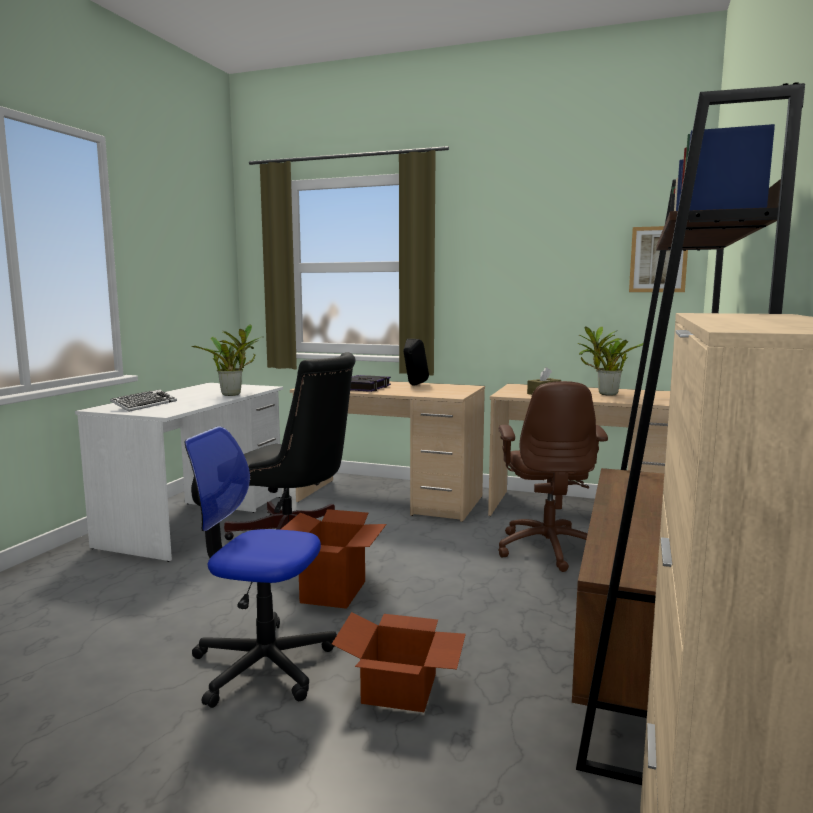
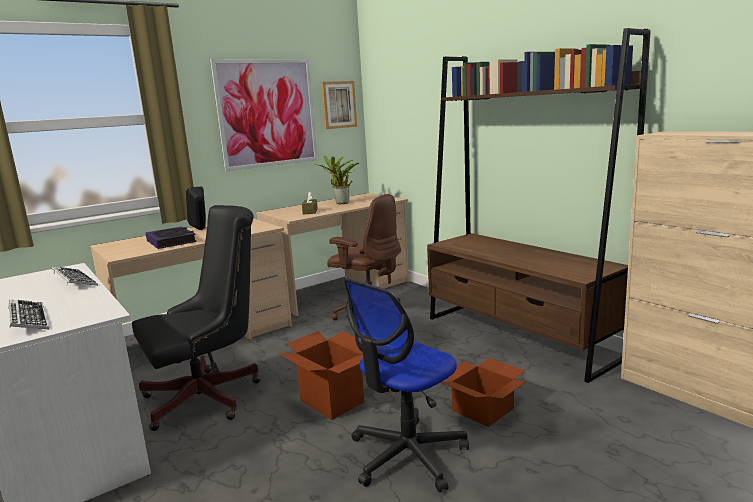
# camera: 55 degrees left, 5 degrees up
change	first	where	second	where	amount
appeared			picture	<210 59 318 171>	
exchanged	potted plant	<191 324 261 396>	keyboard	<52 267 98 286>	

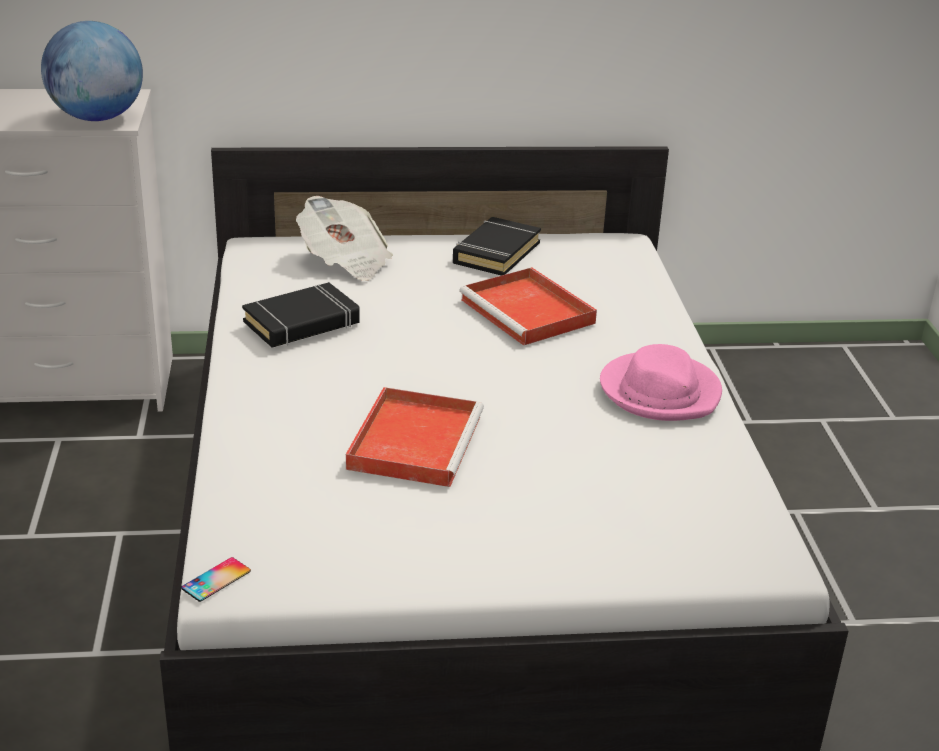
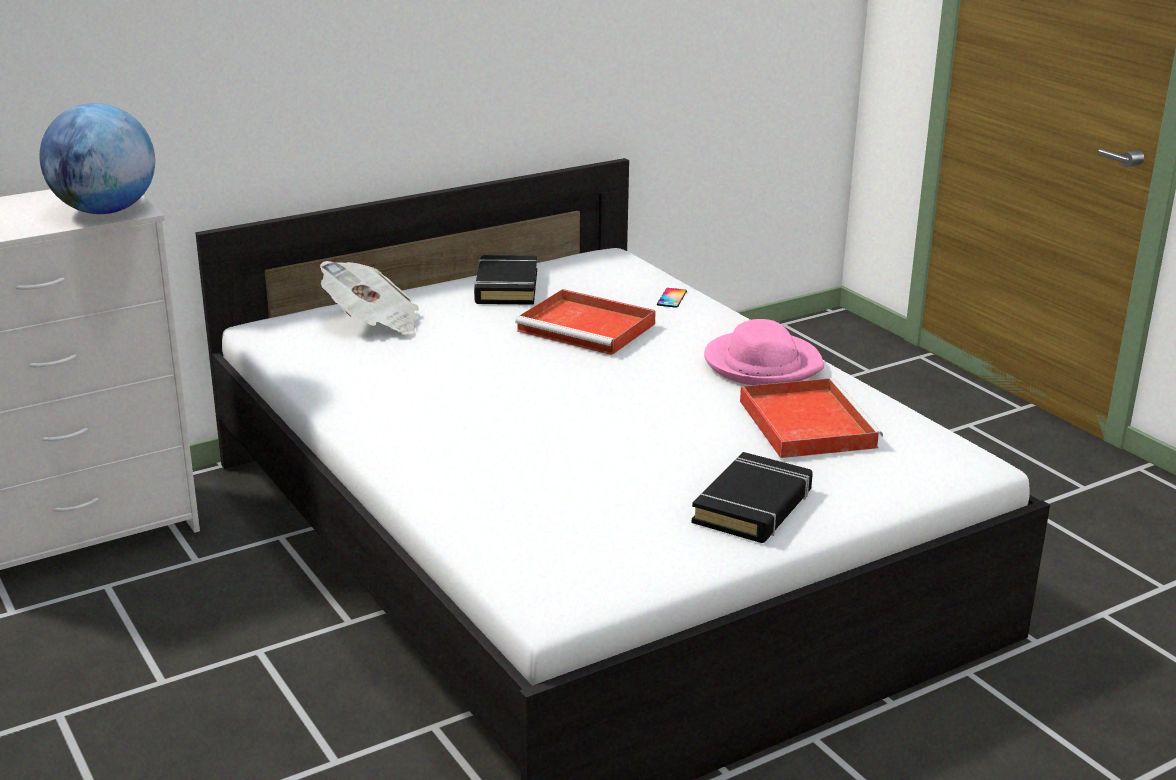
# camera: 25 degrees left, 5 degrees down
change	first	where	second	where	amount
relocated	phone	<181 557 251 602>		<657 288 687 308>	
relocated	black book	<242 282 360 347>		<692 452 813 543>	
relocated	red tray	<346 387 484 487>		<740 378 883 458>	

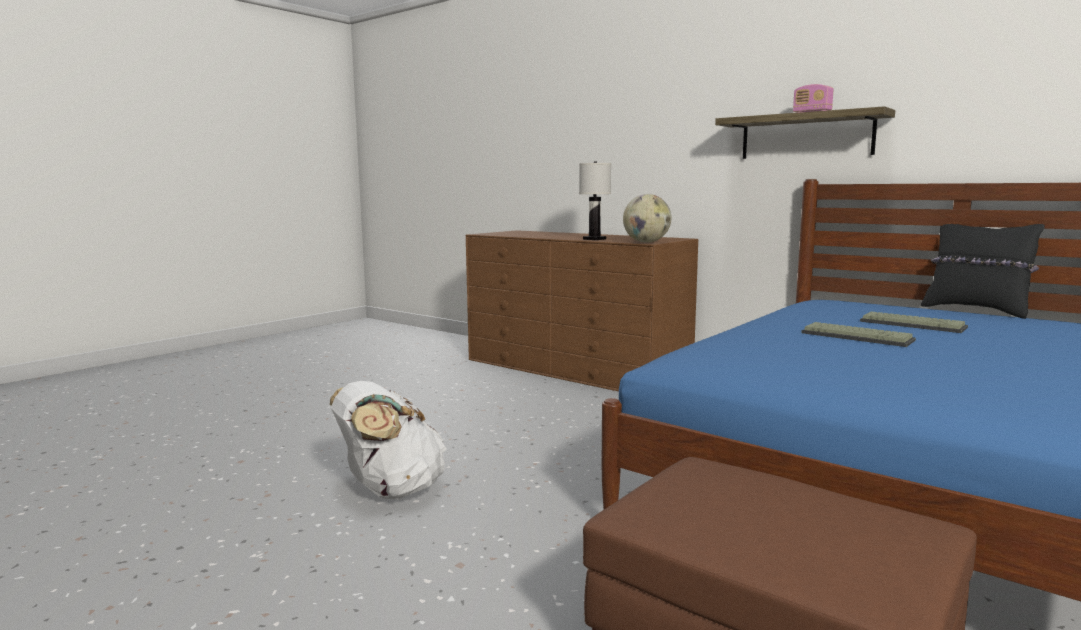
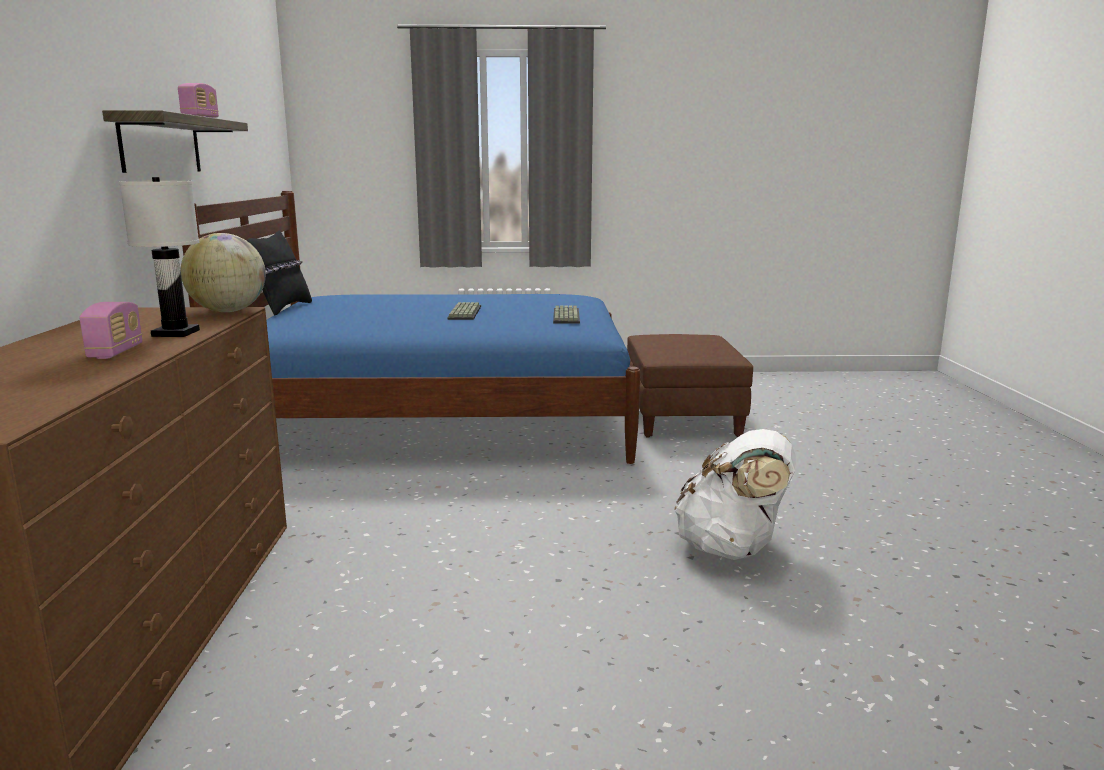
# camera: 130 degrees left, 5 degrees up
change	first	where	second	where	amount
appeared			radio	<79 302 143 359>	
relocated	keyboard	<860 311 968 333>		<553 305 580 324>	

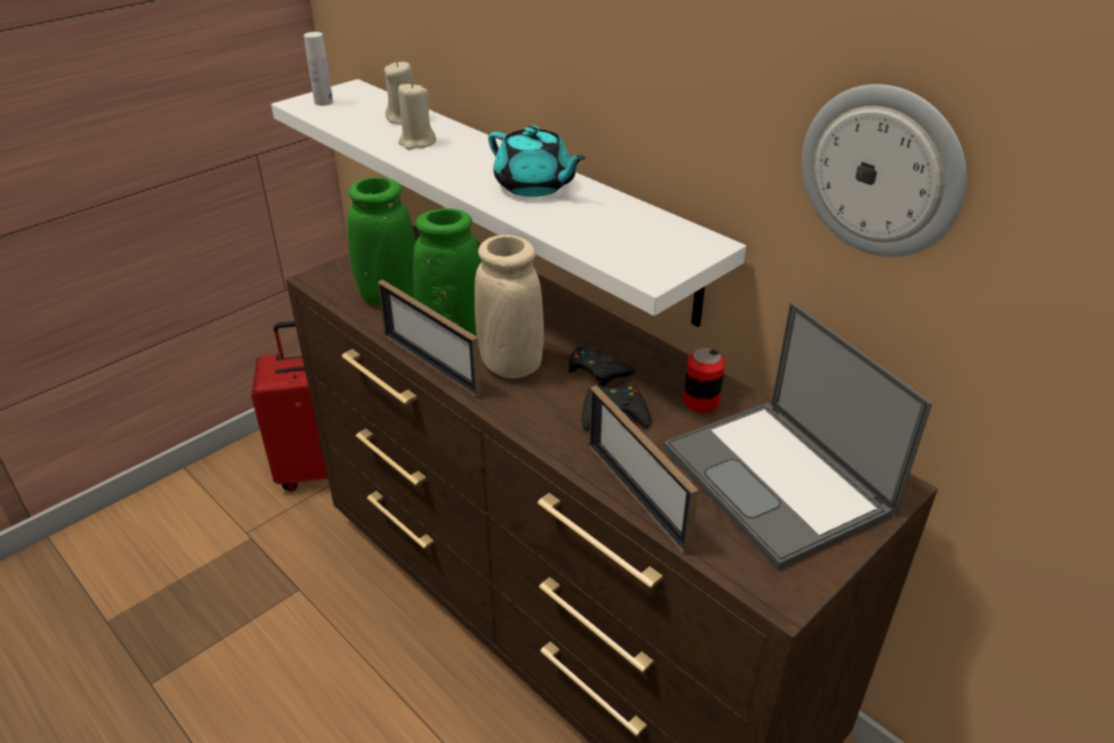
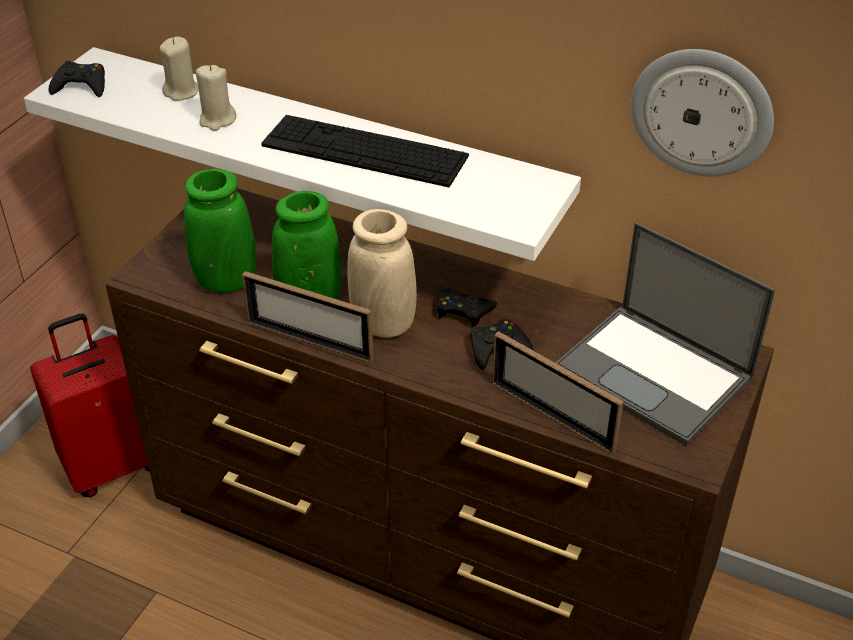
# camera: 20 degrees left, 5 degrees up
change	first	where	second	where	amount
missing	can	<683 348 725 413>			
exchanged	white bottle	<304 32 333 106>	black game controller	<48 61 105 97>	
exchanged	turquoise teapot	<488 125 586 197>	keyboard	<261 115 469 187>	

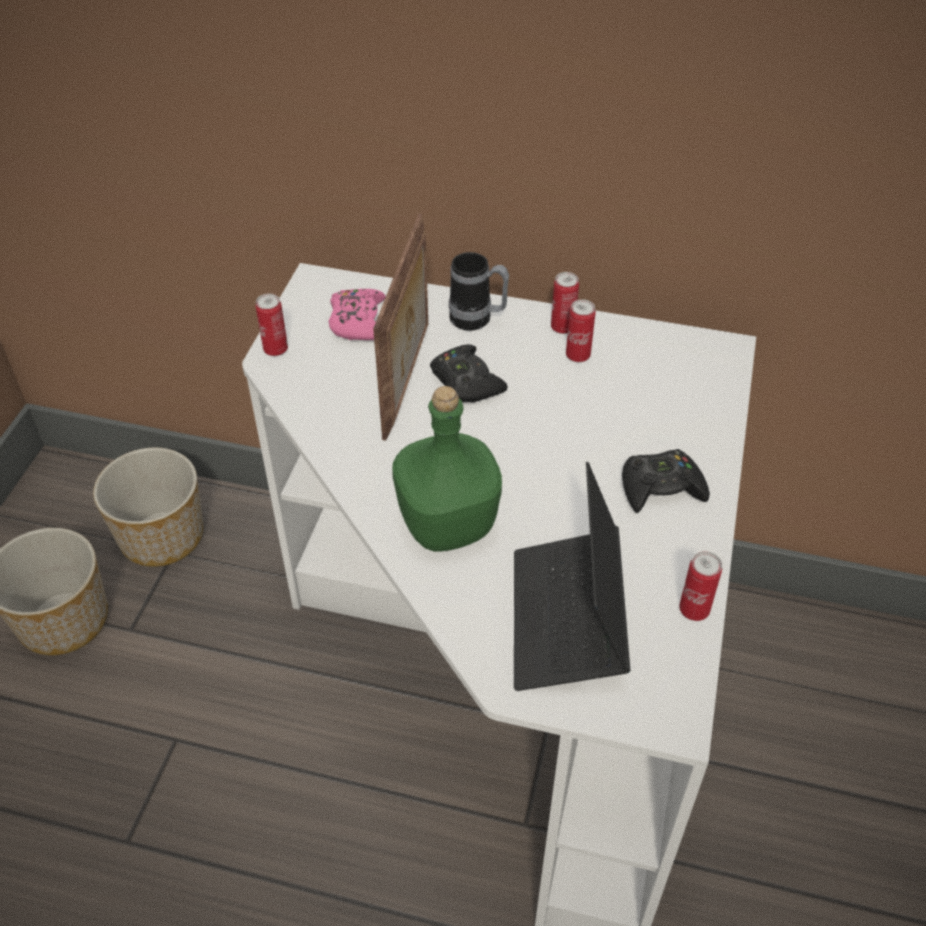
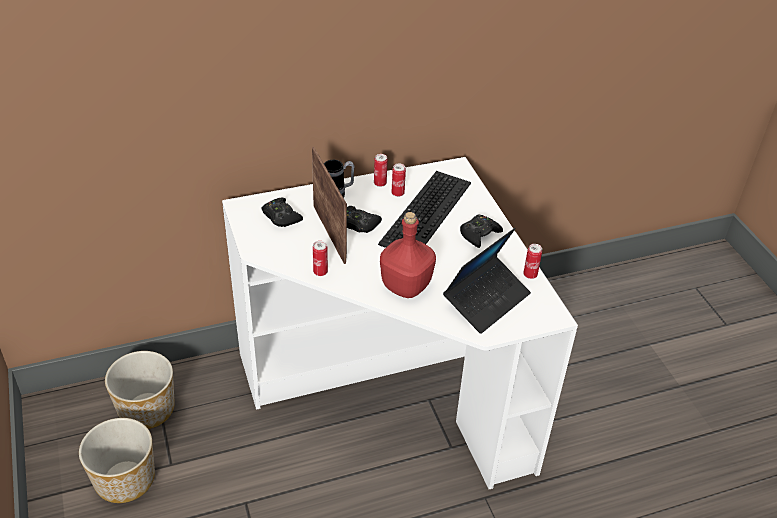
# camera: 35 degrees left, 5 degrees down
change	first	where	second	where	amount
appeared			keyboard	<378 171 471 248>	
relocated	can	<256 293 288 356>		<313 241 328 276>	
colour	pink game controller	<329 289 386 340>	black game controller	<261 198 303 227>	
colour	green bottle	<392 386 502 552>	red bottle	<380 212 436 298>	
spun	laptop	<514 462 630 691>		<443 228 531 334>	105 degrees counterclockwise

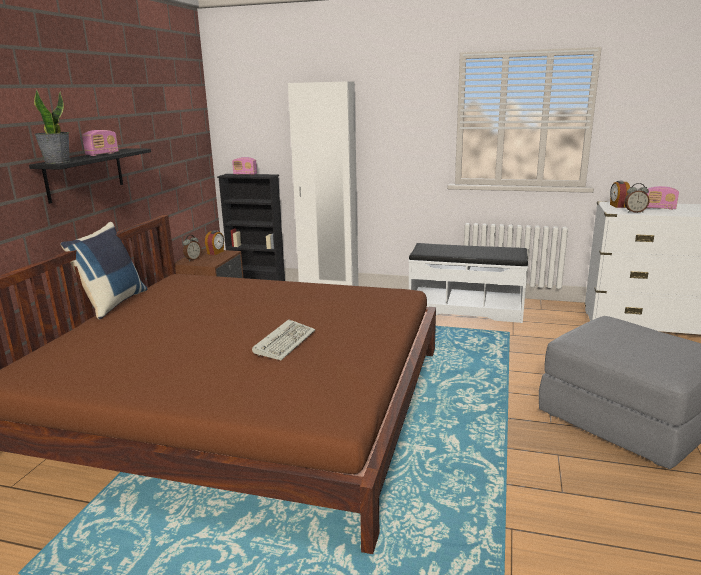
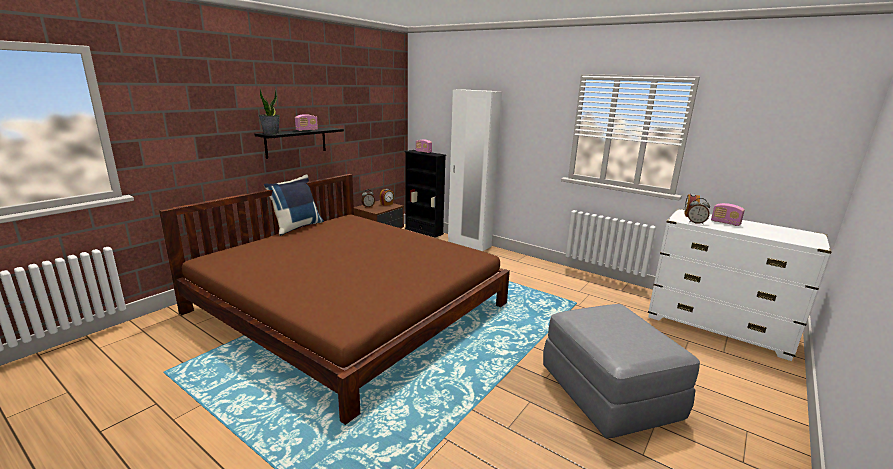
# camera: 20 degrees right, 0 degrees up
change	first	where	second	where	amount
missing	keyboard	<252 319 315 360>			
missing	white bench	<408 243 528 323>			

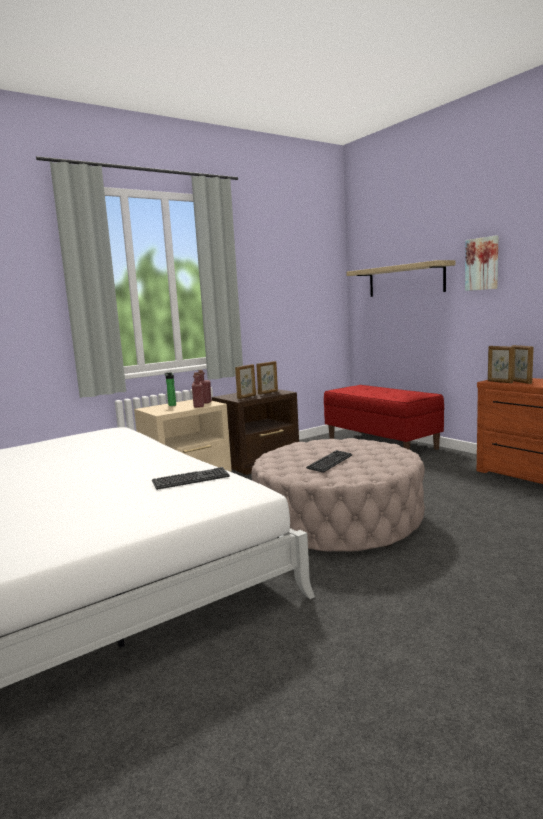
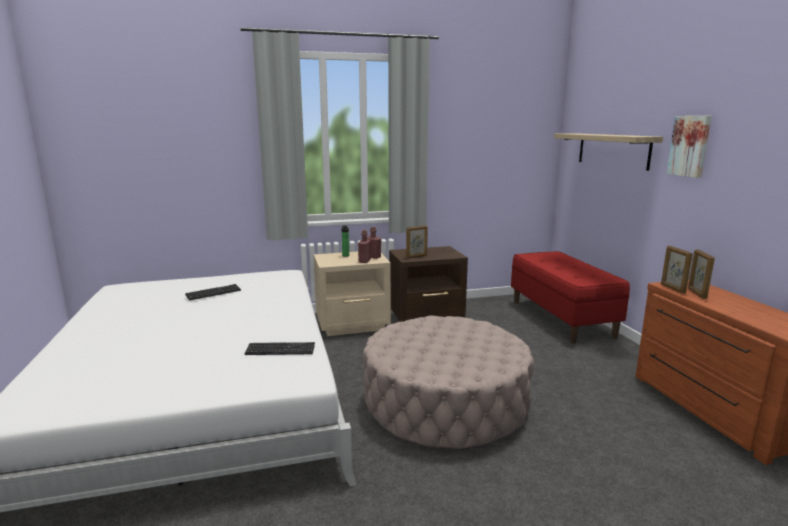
# camera: 20 degrees right, 5 degrees up
change	first	where	second	where	amount
missing	picture frame	<256 361 278 395>			
relocated	keyboard	<306 450 352 473>		<185 284 241 300>	

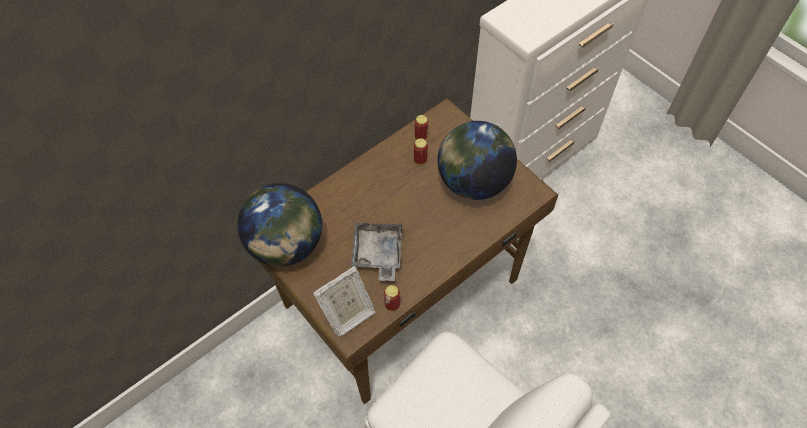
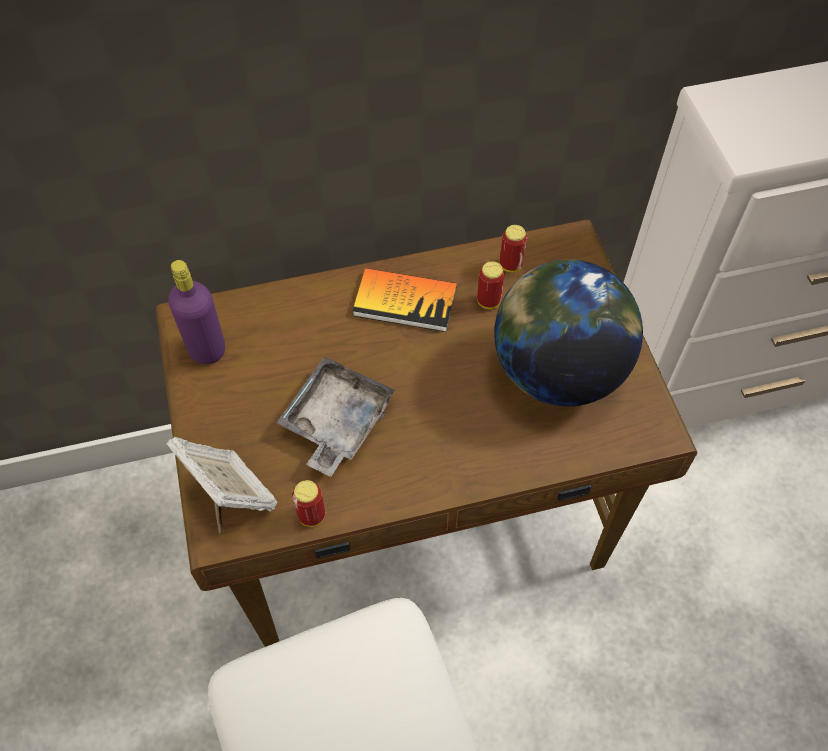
# camera: 25 degrees right, 0 degrees up
change	first	where	second	where	amount
appeared			book	<353 268 457 332>	
exchanged	globe	<237 183 322 267>	purple bottle	<168 260 225 364>	
spun	picture frame	<313 266 376 337>		<165 437 277 534>	120 degrees counterclockwise

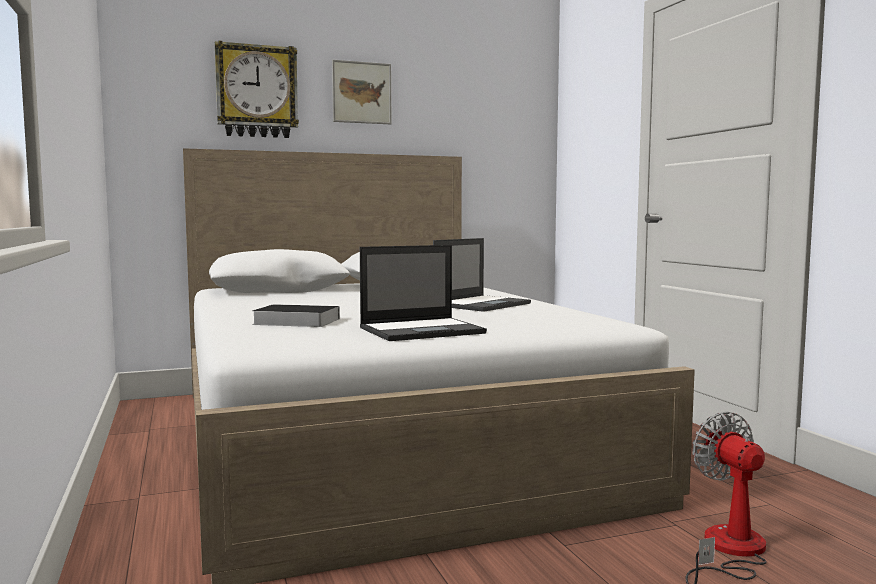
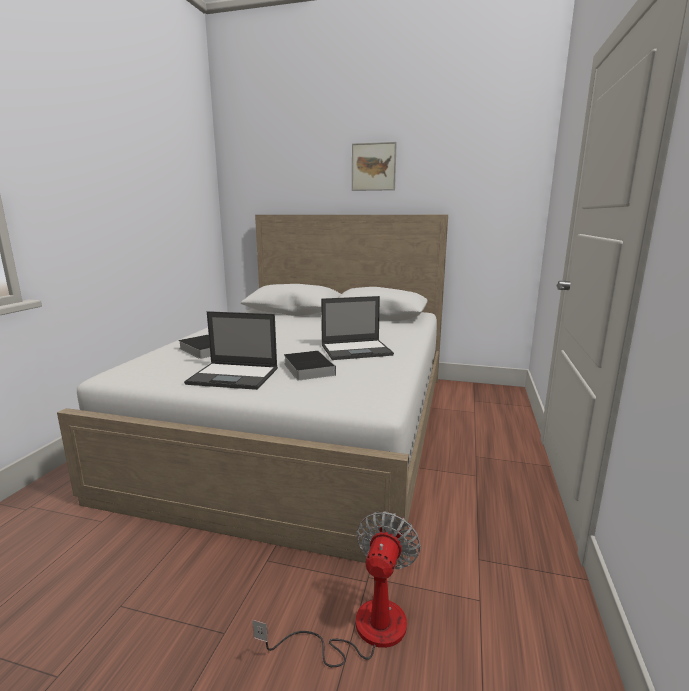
# camera: 35 degrees right, 10 degrees up
change	first	where	second	where	amount
missing	wall clock	<215 41 299 138>			
appeared			book	<284 351 336 381>	

